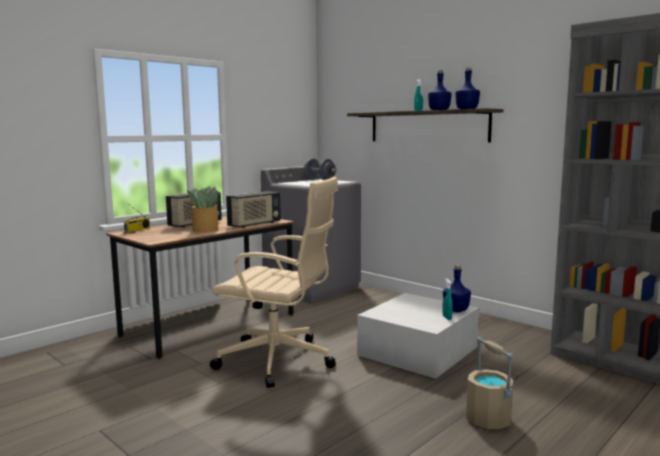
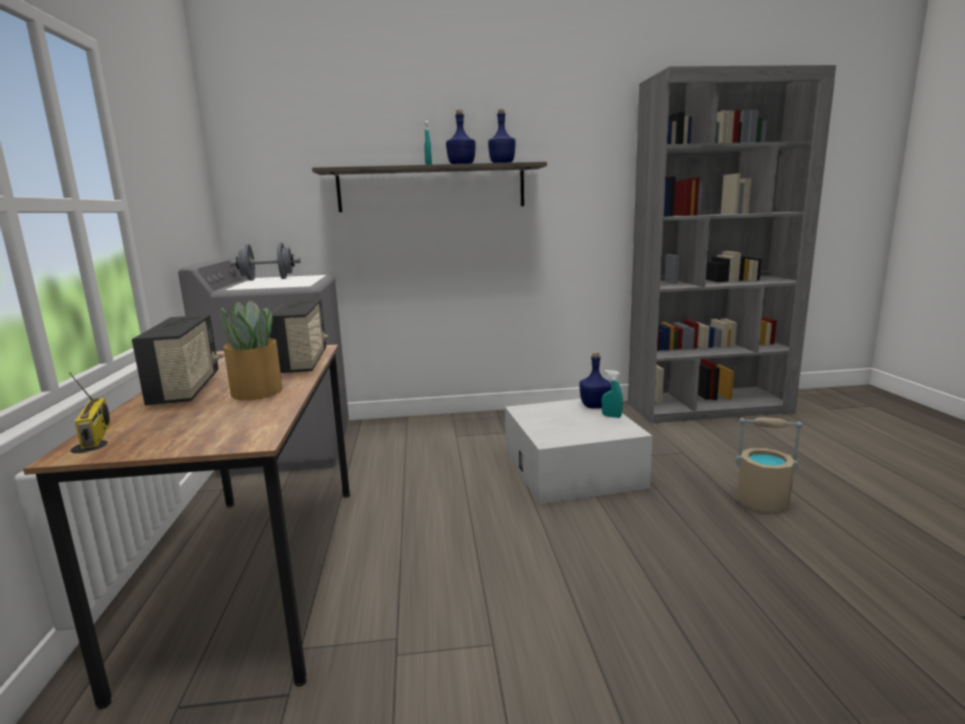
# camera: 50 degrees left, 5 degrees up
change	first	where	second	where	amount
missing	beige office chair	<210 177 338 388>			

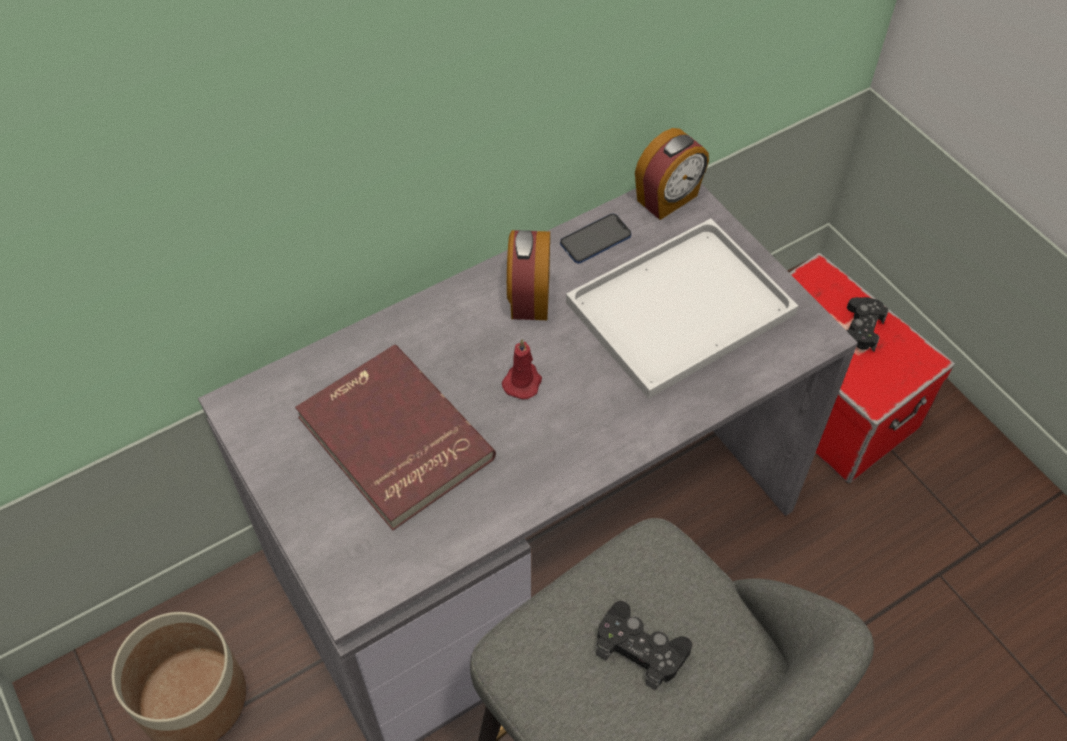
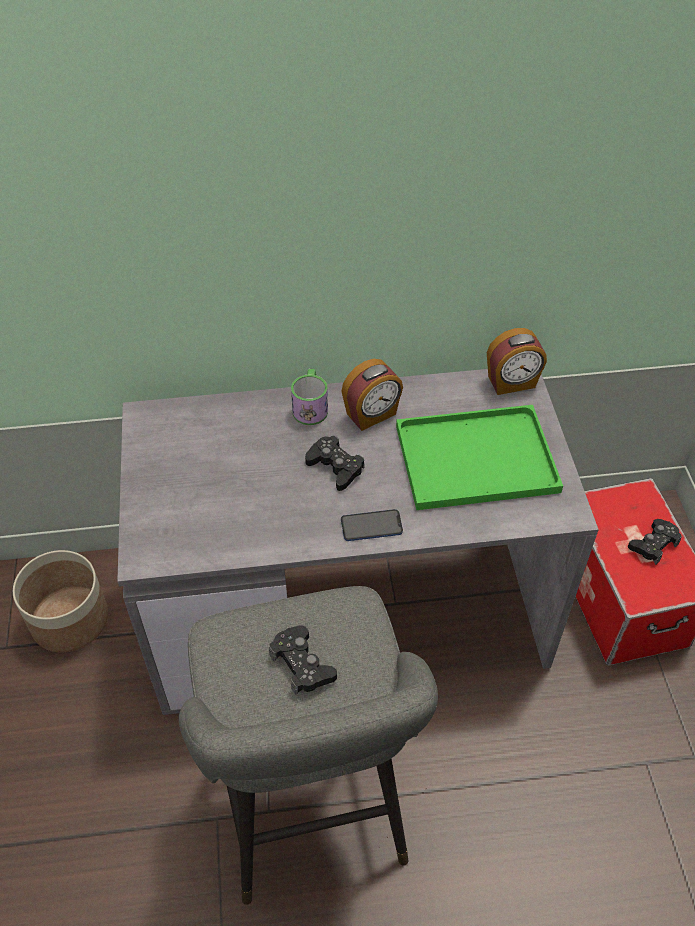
# camera: 25 degrees right, 5 degrees down
change	first	where	second	where	amount
missing	red book	<295 345 496 530>			
appeared			mug	<291 369 328 425>	
relocated	phone	<560 214 631 264>		<341 509 403 541>	
exchanged	red candle	<502 339 542 400>	black game controller	<305 436 364 491>	
colour	white tray	<566 218 798 399>	green tray	<396 405 563 510>	
spun	alarm clock	<507 230 550 320>		<341 359 403 431>	150 degrees counterclockwise

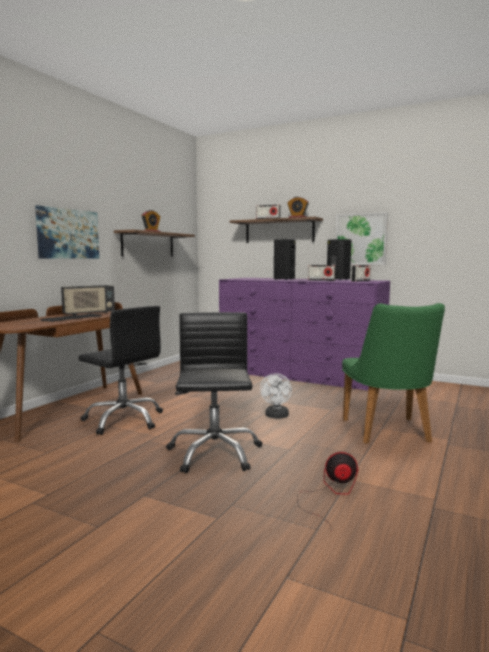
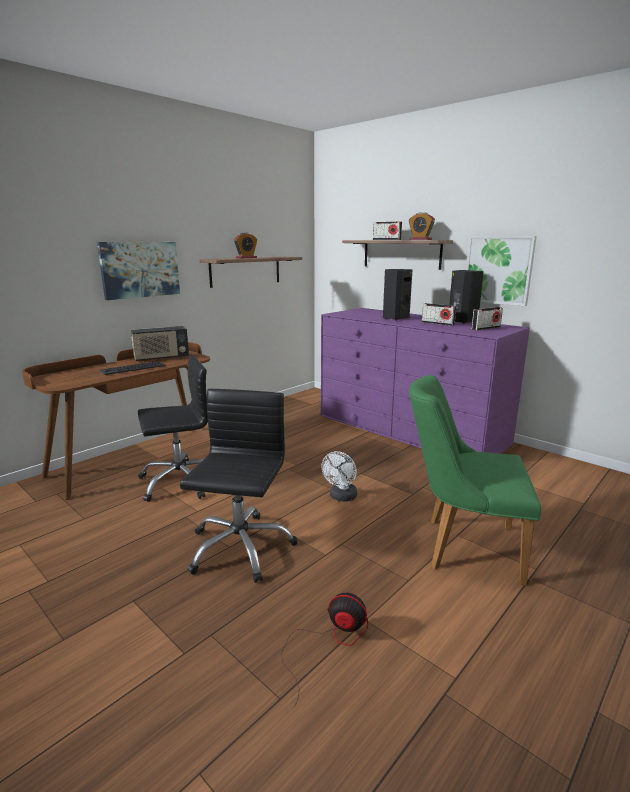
# camera: 15 degrees right, 10 degrees up
change	first	where	second	where	amount
spun	black office chair	<79 306 163 435>		<138 355 208 502>	75 degrees counterclockwise
spun	green chair	<342 303 445 444>		<409 375 541 586>	90 degrees clockwise

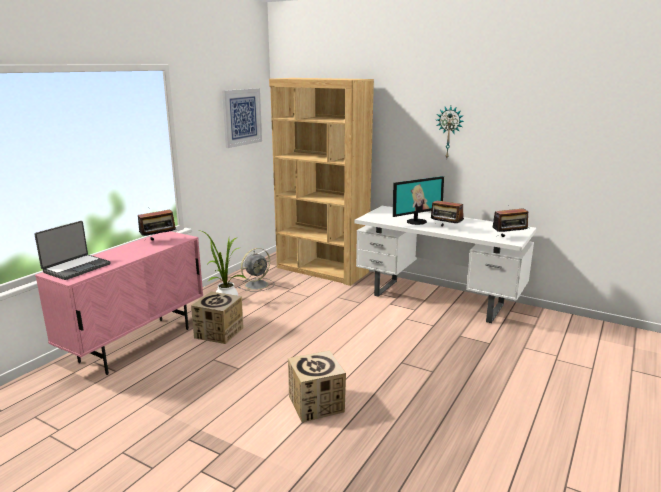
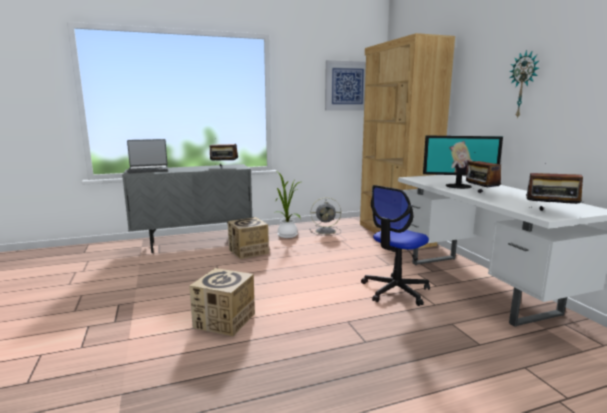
# camera: 40 degrees right, 5 degrees down
change	first	where	second	where	amount
appeared			office chair	<361 185 430 306>	
colour	pink cabinet	<35 231 203 375>	grey cabinet	<122 164 252 253>	

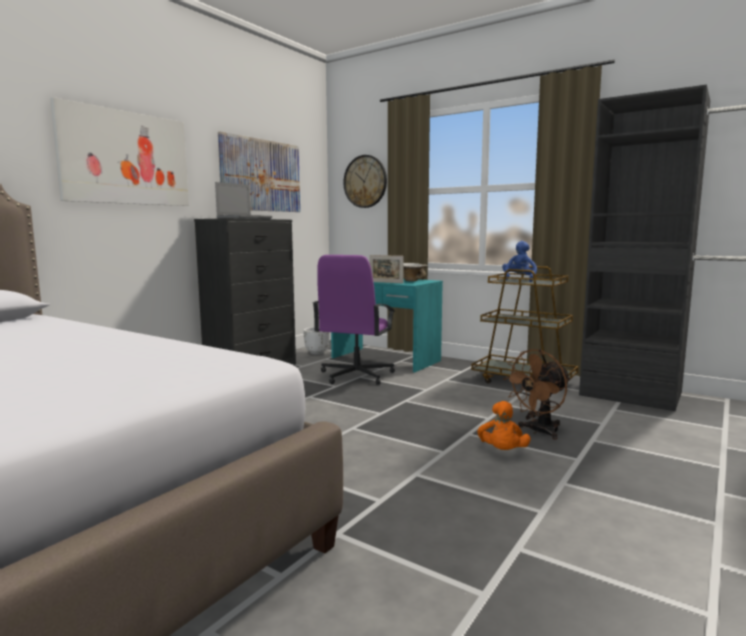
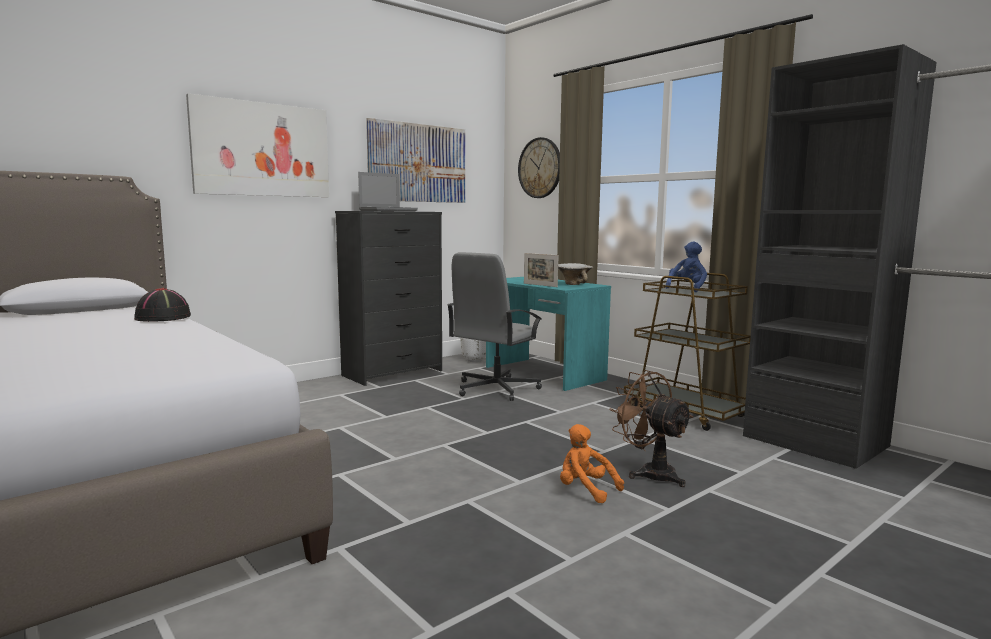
# camera: 15 degrees right, 0 degrees up
change	first	where	second	where	amount
appeared			black hat	<134 288 191 322>	
colour	purple office chair	<313 255 395 385>	grey office chair	<447 252 542 401>	
spun	orange plush toy	<477 401 531 450>		<560 424 624 503>	105 degrees clockwise
spun	brown fan	<503 349 571 440>		<609 370 693 487>	75 degrees clockwise

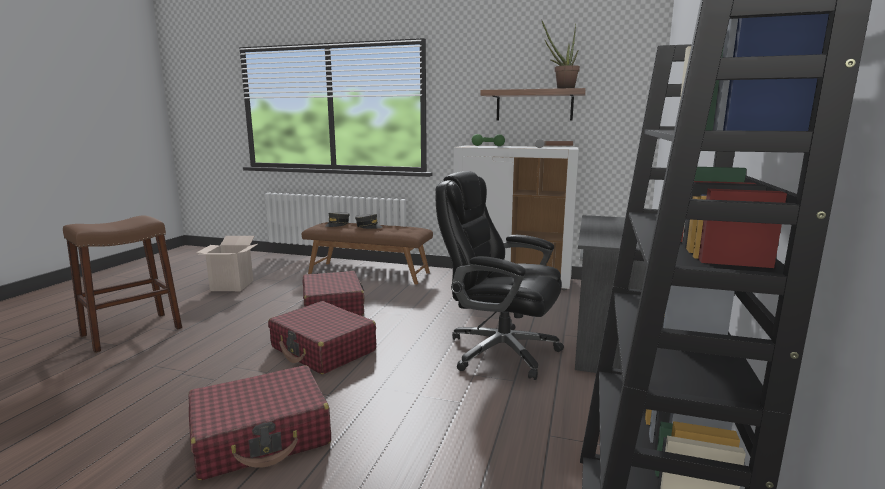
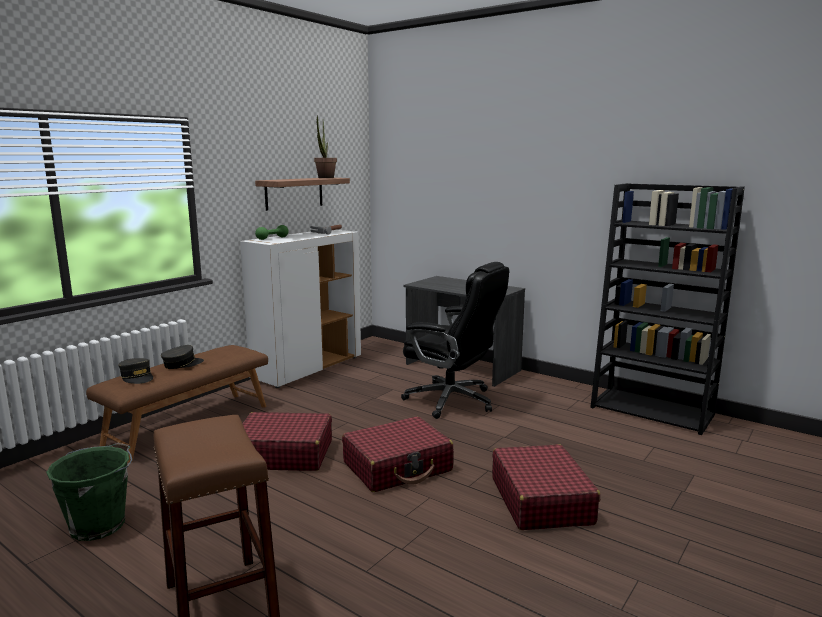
# camera: 70 degrees left, 0 degrees up
change	first	where	second	where	amount
exchanged	cardboard box	<196 236 258 291>	green bucket	<46 442 132 541>	
spun	black office chair	<435 171 564 380>		<401 262 509 419>	105 degrees counterclockwise

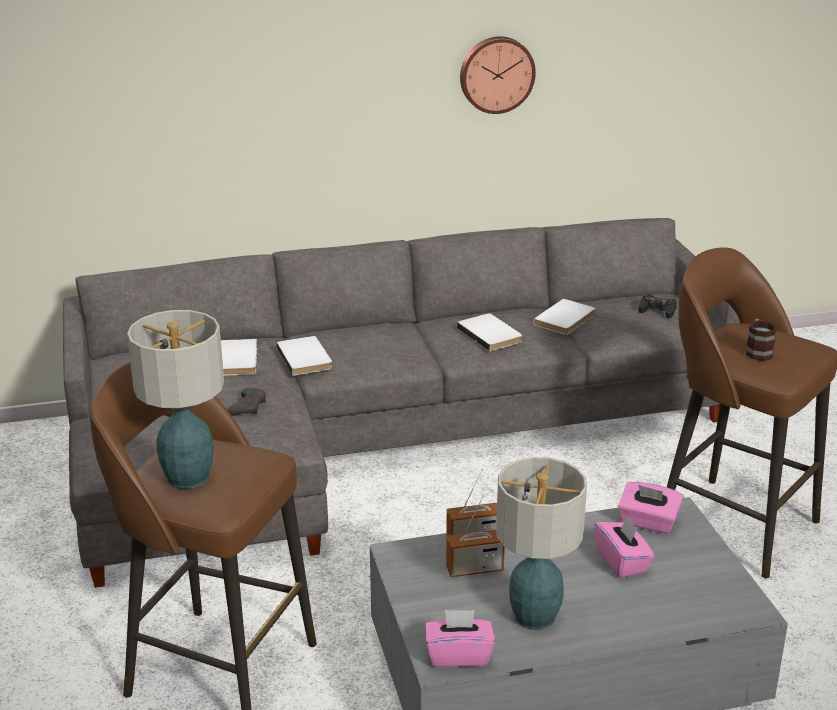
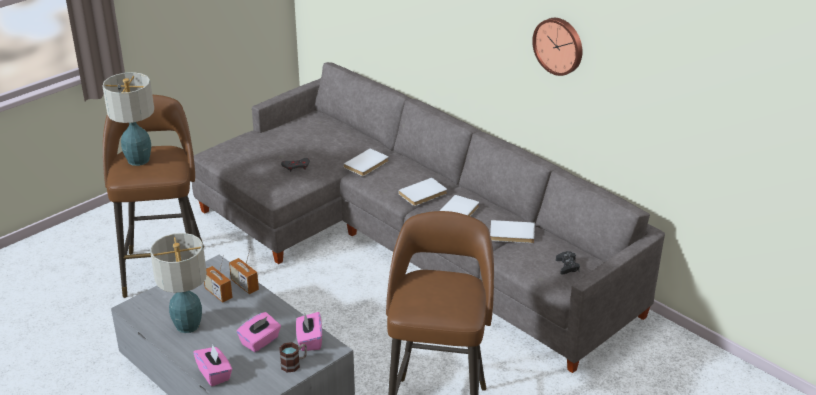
# camera: 60 degrees right, 5 degrees up
change	first	where	second	where	amount
relocated	white book	<221 339 257 376>		<398 178 447 206>	
relocated	pink tissue box	<425 610 495 668>		<193 345 232 386>	
relocated	mug	<745 319 777 361>		<279 342 307 373>	

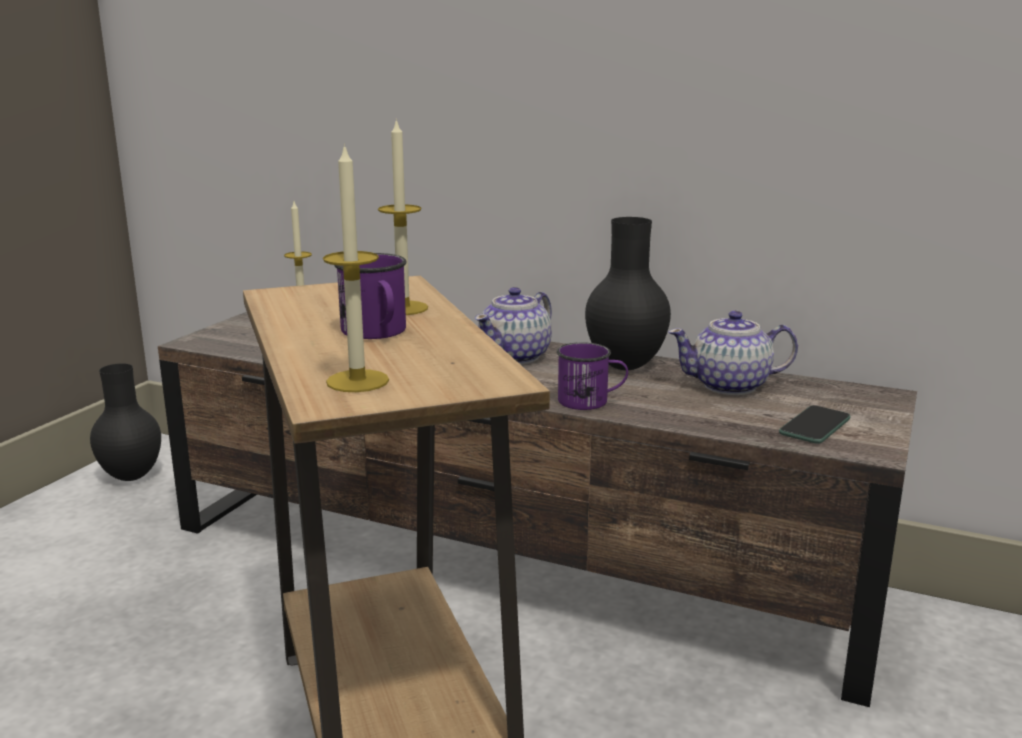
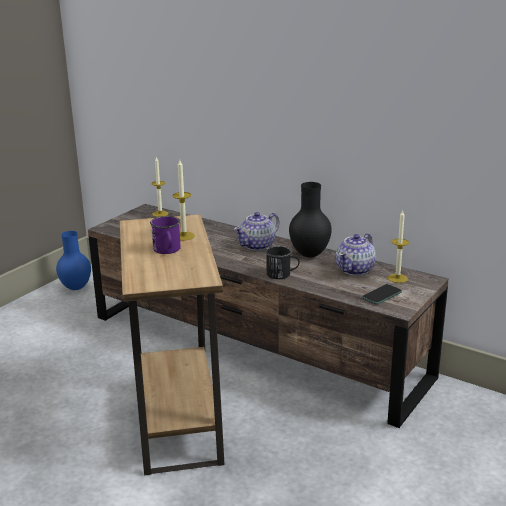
# camera: 10 degrees right, 5 degrees up
change	first	where	second	where	amount
relocated	candle	<323 143 389 392>		<388 211 409 283>	
colour	black vase	<90 363 161 481>	blue vase	<56 231 91 290>	
colour	purple mug	<557 342 628 410>	black mug	<265 246 300 279>	
spun	teapot	<668 311 798 395>		<336 233 376 276>	60 degrees counterclockwise

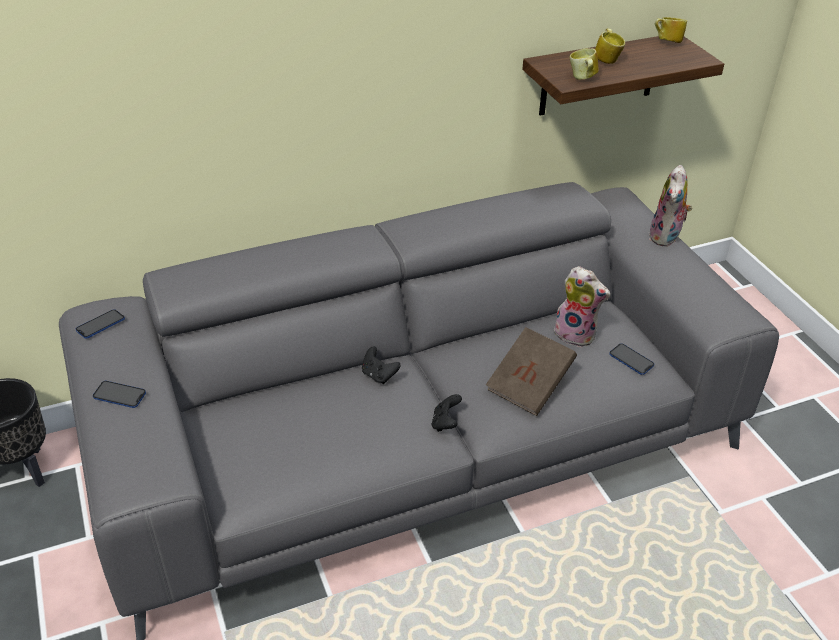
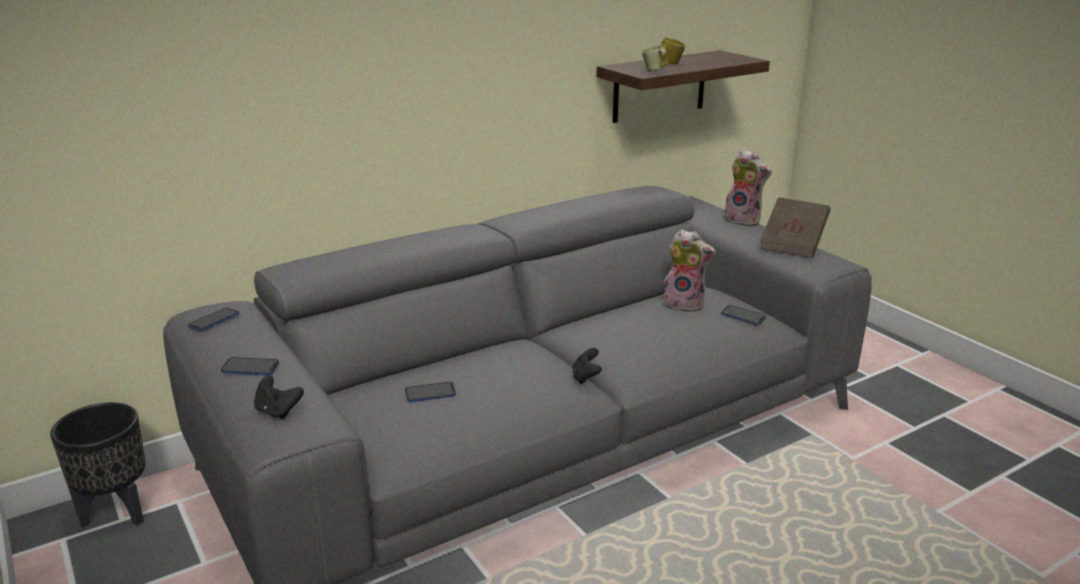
# camera: 10 degrees left, 15 degrees down
change	first	where	second	where	amount
missing	mug	<655 17 687 43>			
appeared			phone	<405 381 456 402>	
relocated	black game controller	<362 346 401 384>		<254 375 304 419>	
relocated	brown book	<486 327 577 416>		<760 197 830 258>	
spun	plush toy	<649 165 692 247>		<724 149 772 227>	60 degrees counterclockwise

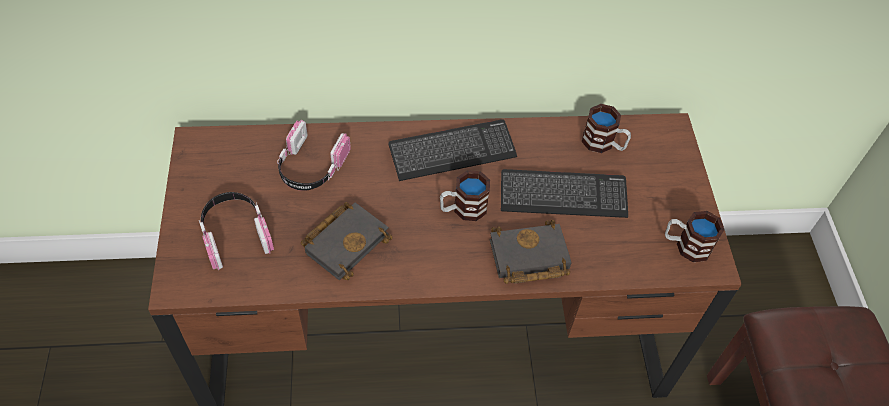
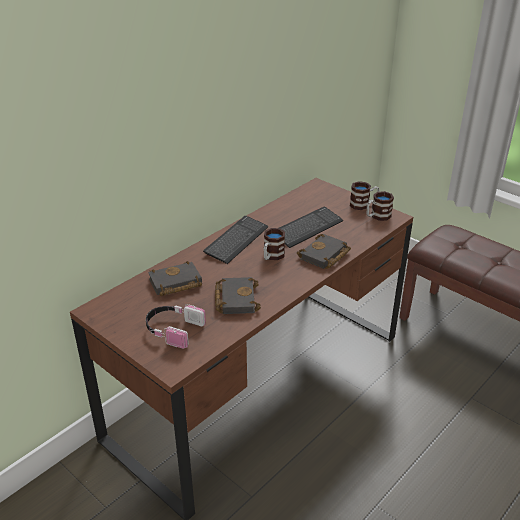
# camera: 40 degrees left, 20 degrees down
change	first	where	second	where	amount
relocated	mug	<582 104 631 153>		<350 181 379 210>	
exchanged	headphones	<277 120 351 191>	black book	<148 261 202 296>	

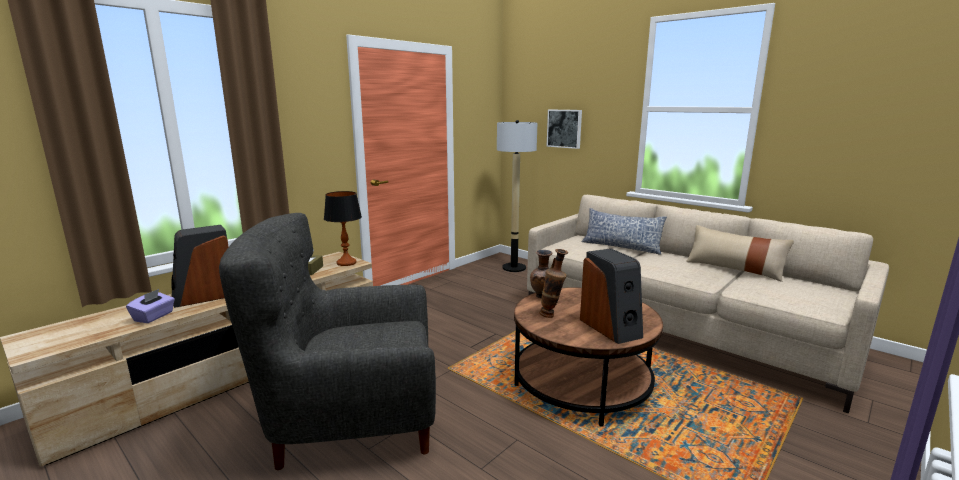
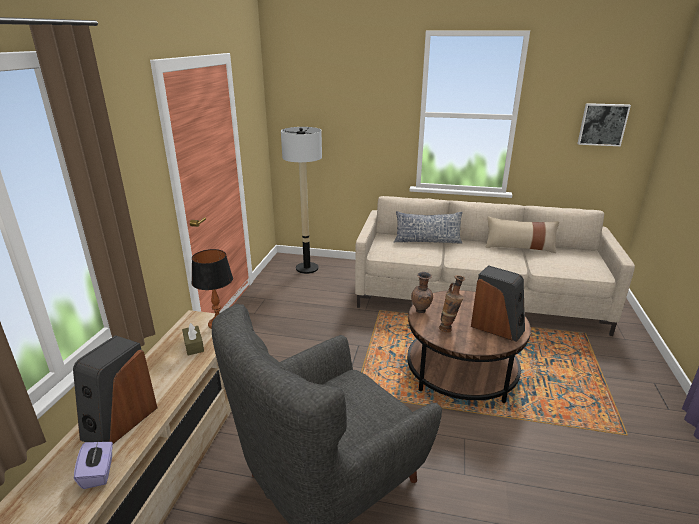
# camera: 30 degrees left, 10 degrees up
change	first	where	second	where	amount
relocated	picture	<546 110 582 149>		<577 103 631 146>	

